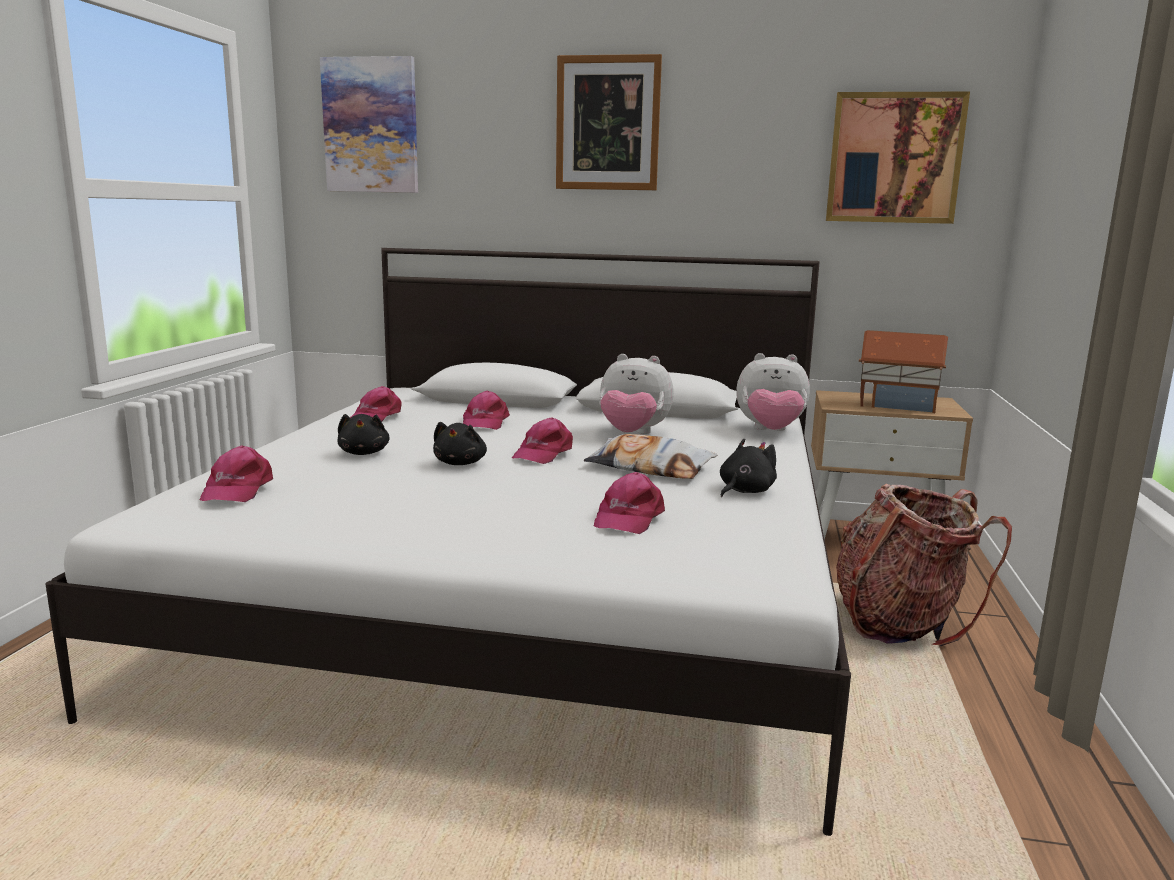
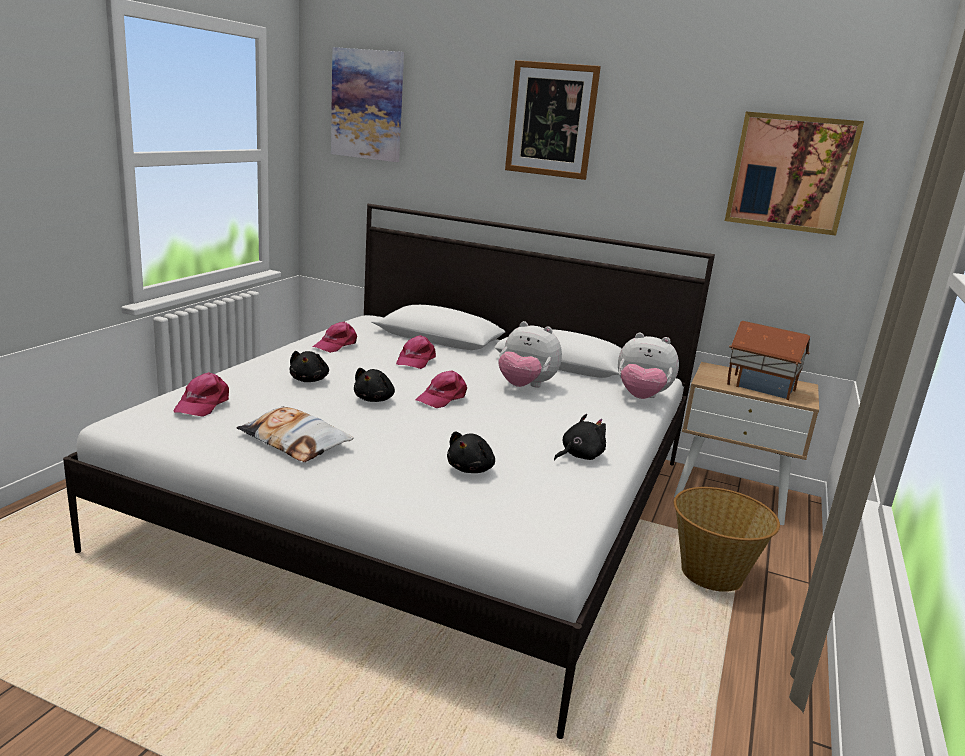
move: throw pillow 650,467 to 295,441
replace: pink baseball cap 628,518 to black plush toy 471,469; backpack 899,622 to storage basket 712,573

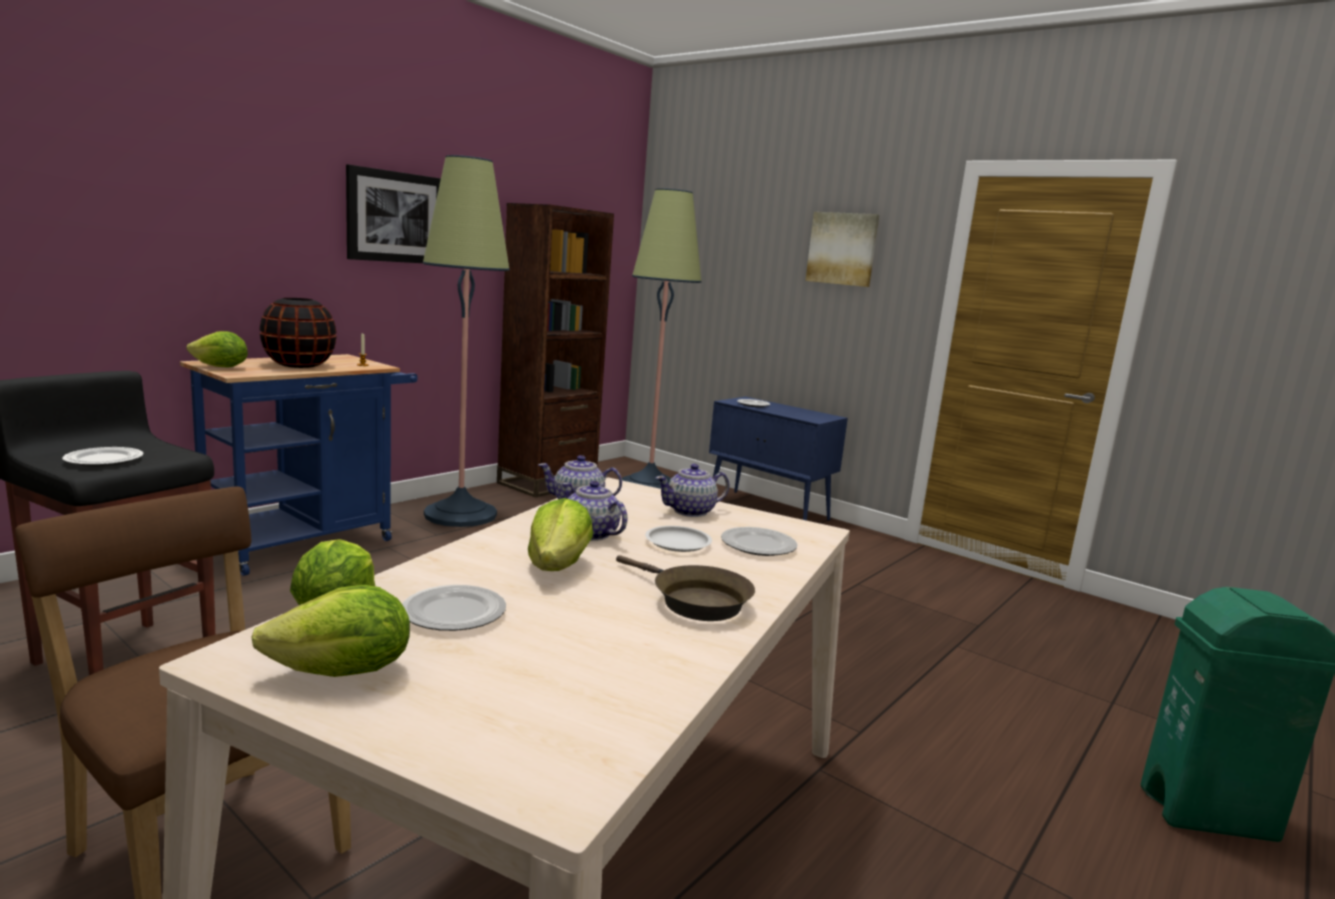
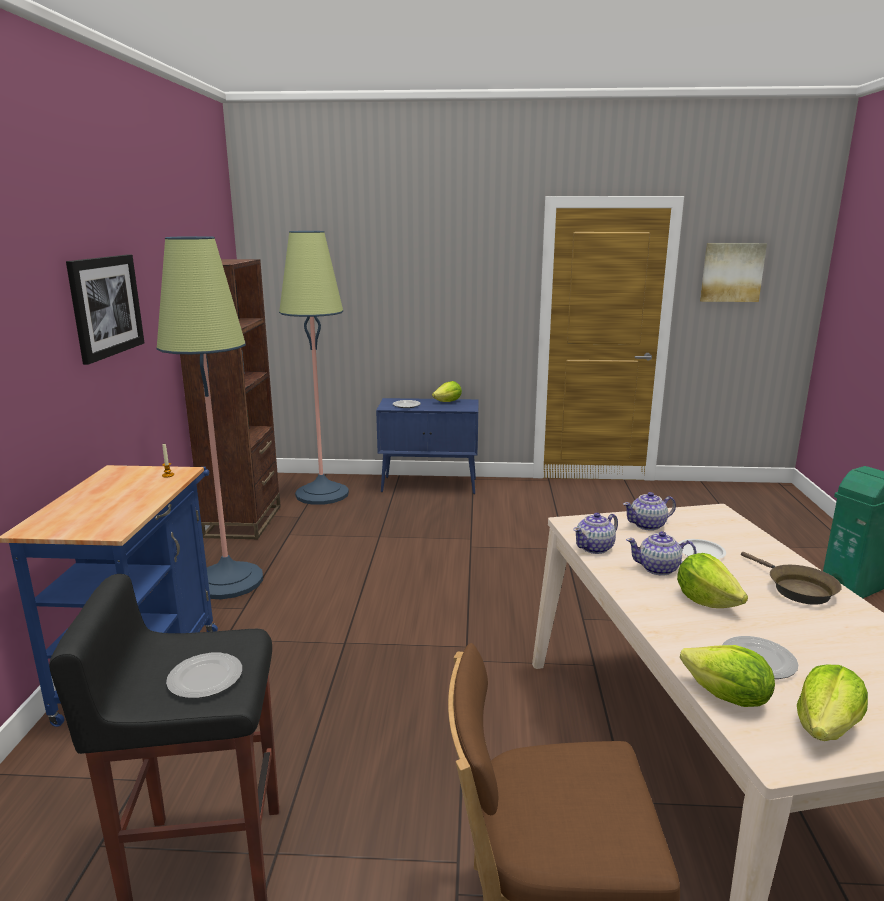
delete: black flower vase 299,365; flat dish 757,545
move: wall art 842,249 to 732,272; lettuce 220,367 to 448,402
rotate: pot for tea 691,511 = 648,525 45 degrees clockwise; brown-coloured frying pan 694,601 = 796,589 60 degrees clockwise

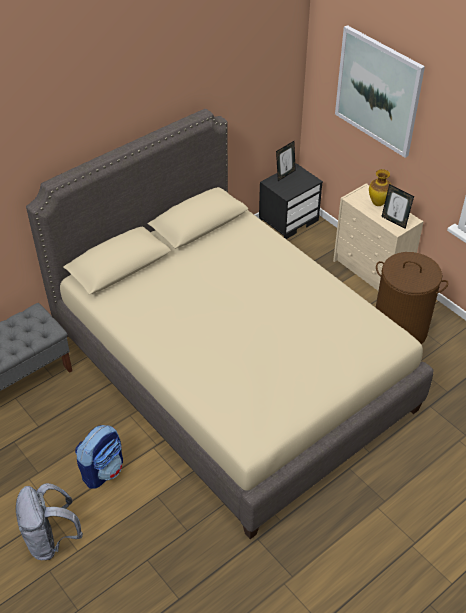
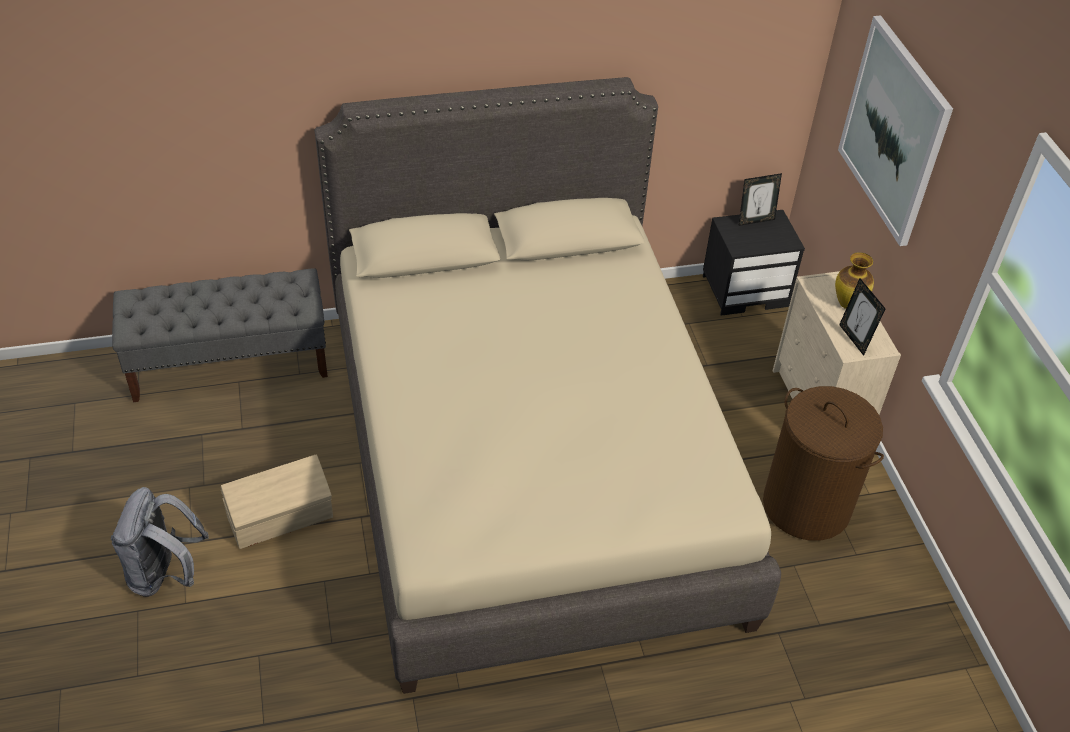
replace: backpack 103,470 to sand-coloured storage box 281,517

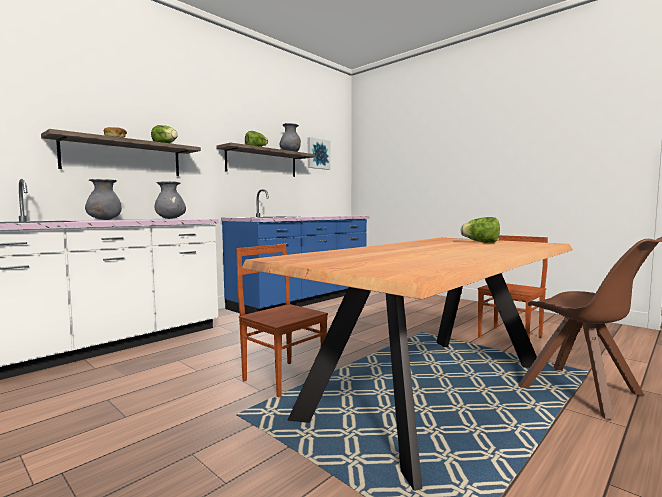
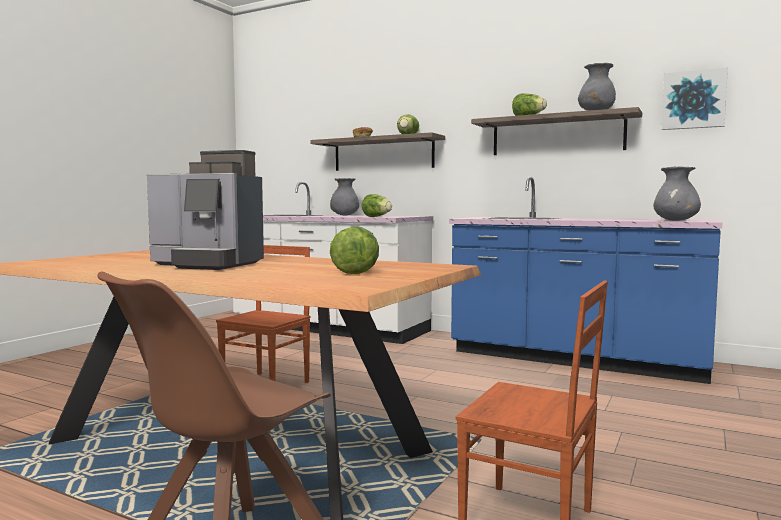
insert: coffee brewer 208,264; lettuce 377,217
move: greyish flower vase 171,218 to 676,220

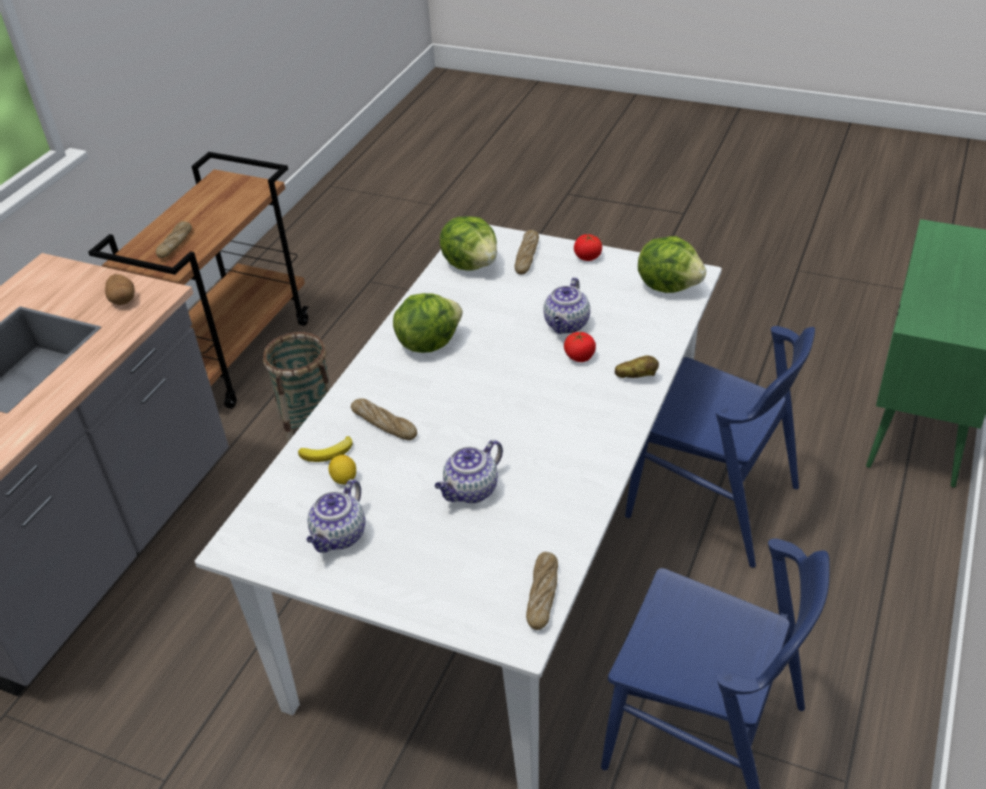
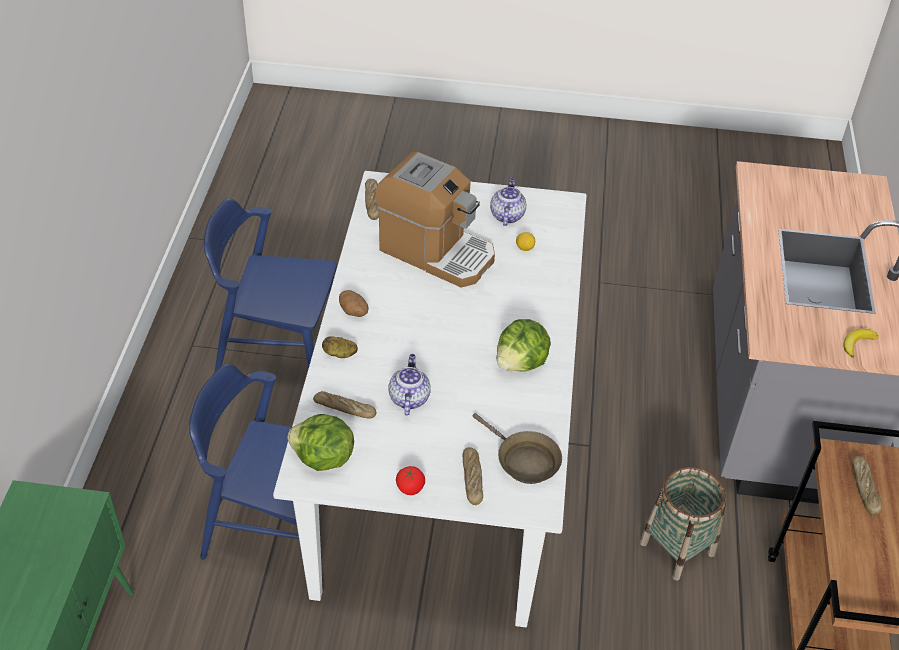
delete: fresh tomato 579,356
move: whole potato 122,299 to 354,312; bakery bread 384,424 to 344,409; whole banana 328,453 to 857,343
replace: lettuce 471,264 to brown-coloured frying pan 523,460; pot for tea 471,491 to coffee brewer 436,252

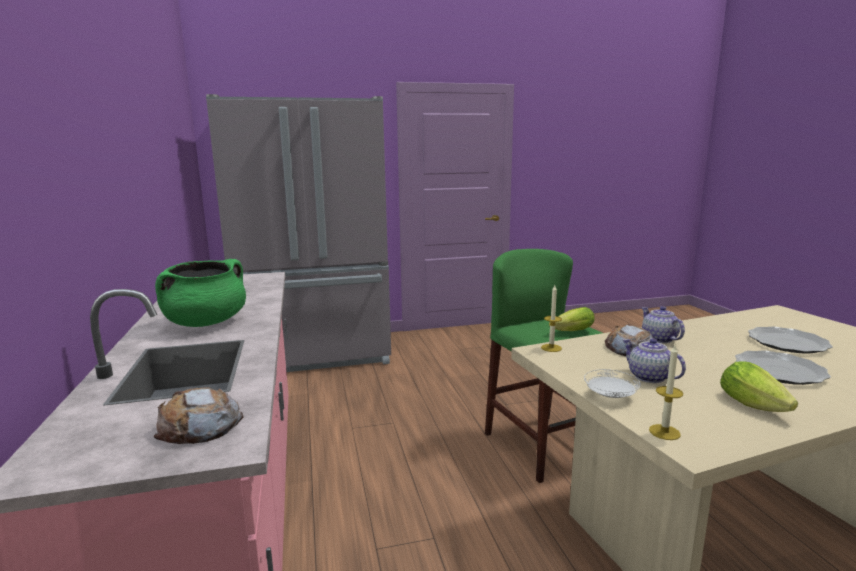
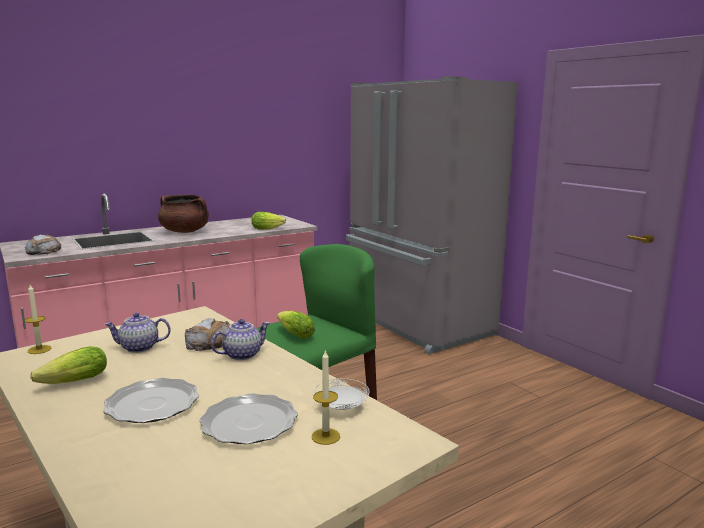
insert: lettuce 269,229
move: wax light 551,348 to 325,436; whitish flat dish 610,396 to 341,408
recolor: green stockpot 206,322 to brown-coloured stockpot 185,231
rotate: pot for tea 648,377 = 139,347 135 degrees counterclockwise

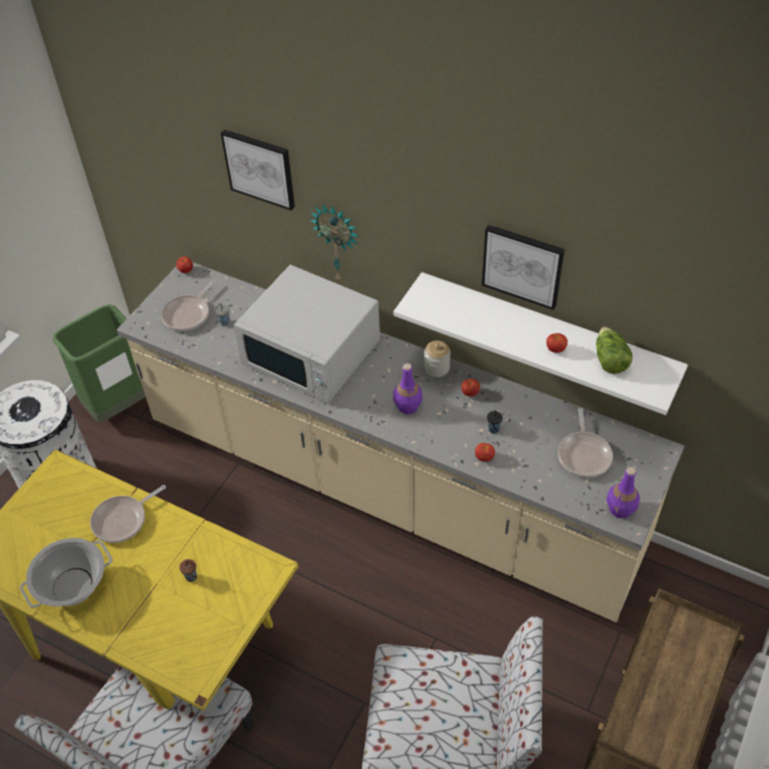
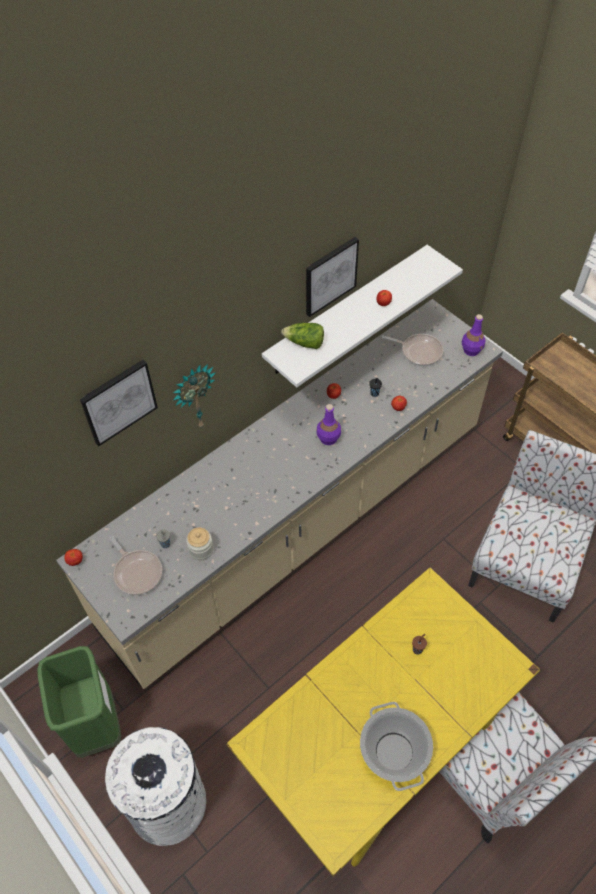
delete: whitish kitchen microwave 312,354; frying pan 123,520
move: lettuce 609,360 to 304,343; storage jar 436,368 to 201,550

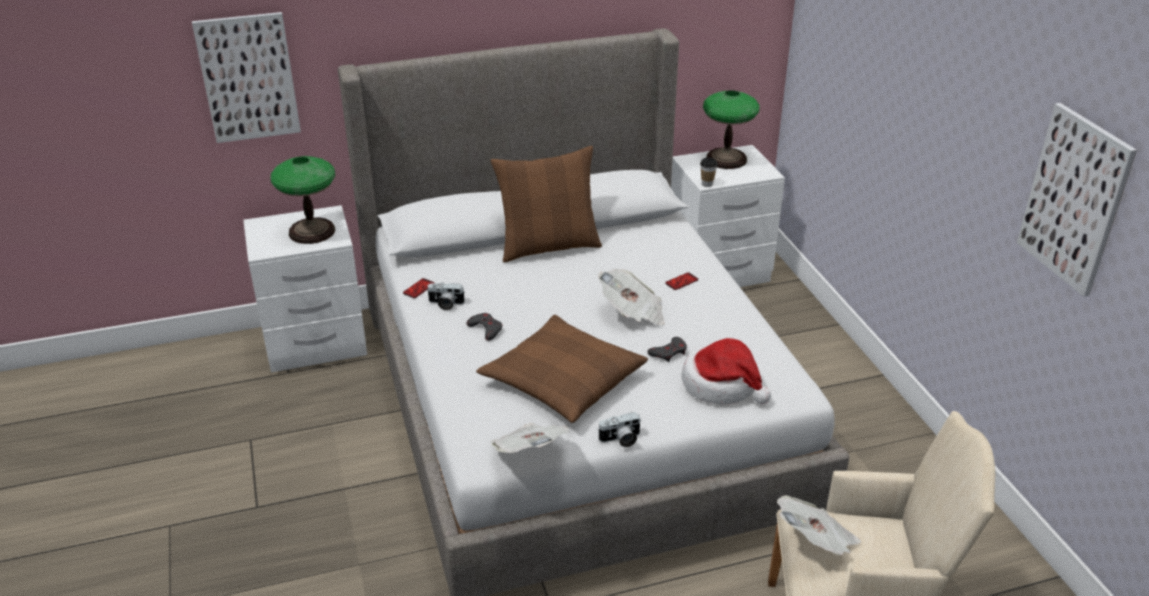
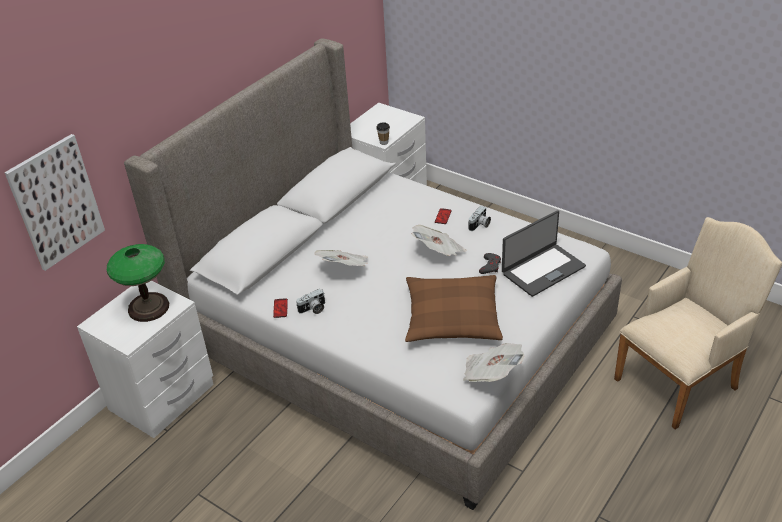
delete: lamp for a table 726,159; wall art 1074,199; brown-coloured throw pillow 548,247; greyish gamepad 486,329
move: still camera 621,439 to 480,225; printed paper 816,542 to 345,268
replace: hat 721,384 to laptop 542,269

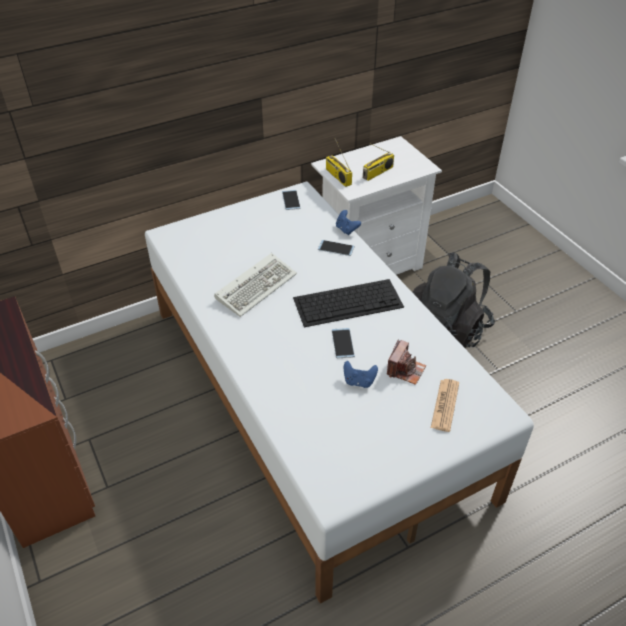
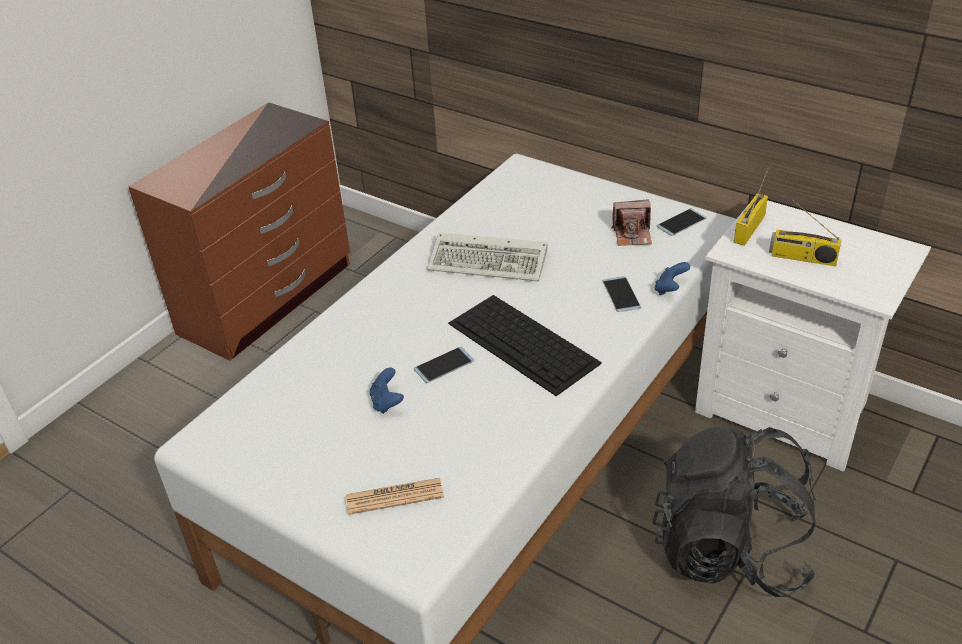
move: still camera 405,370 to 632,235

